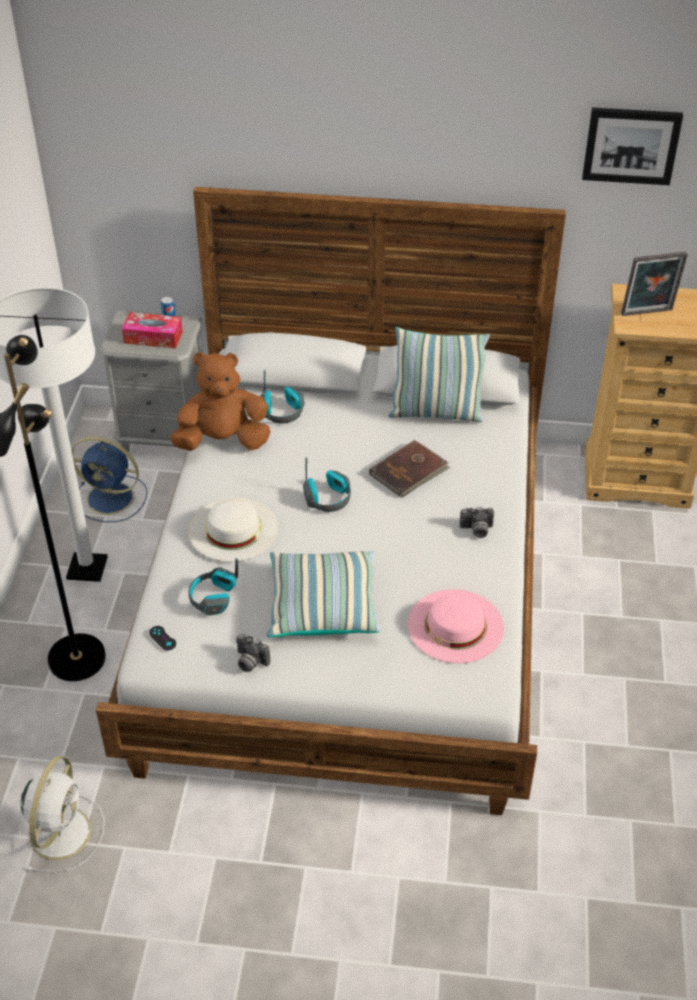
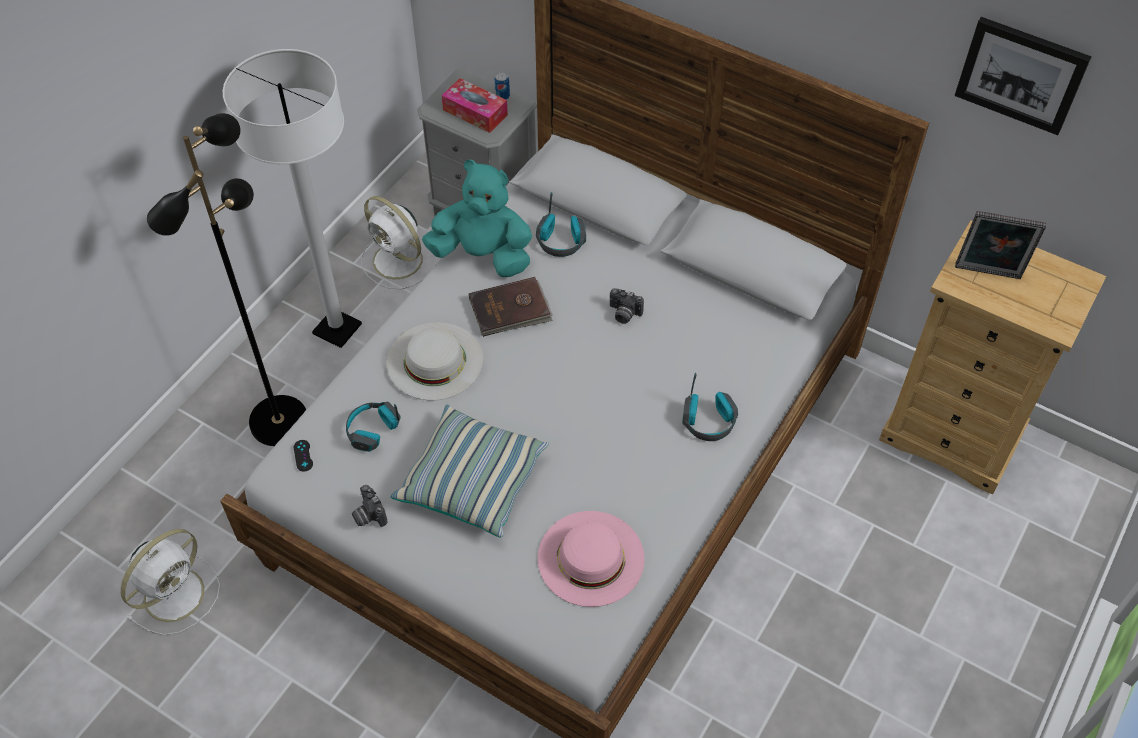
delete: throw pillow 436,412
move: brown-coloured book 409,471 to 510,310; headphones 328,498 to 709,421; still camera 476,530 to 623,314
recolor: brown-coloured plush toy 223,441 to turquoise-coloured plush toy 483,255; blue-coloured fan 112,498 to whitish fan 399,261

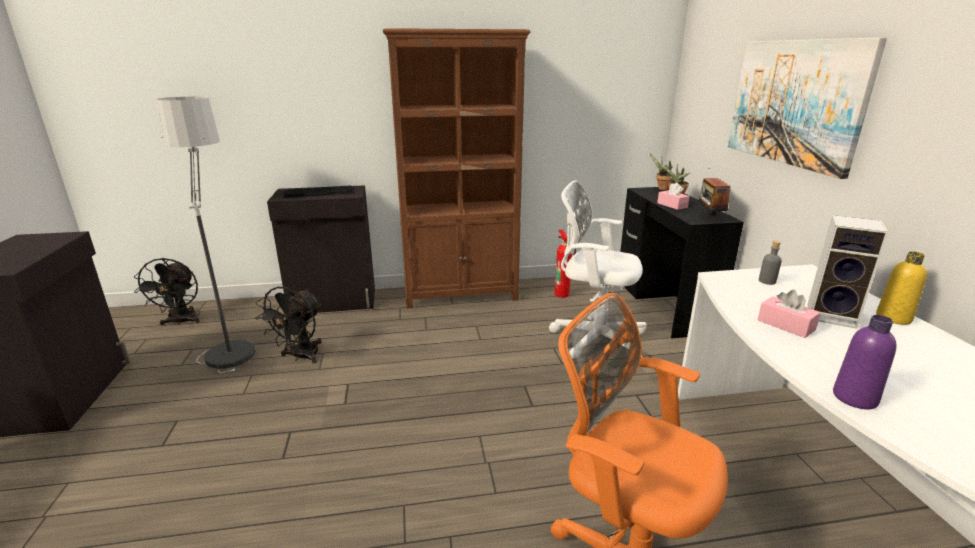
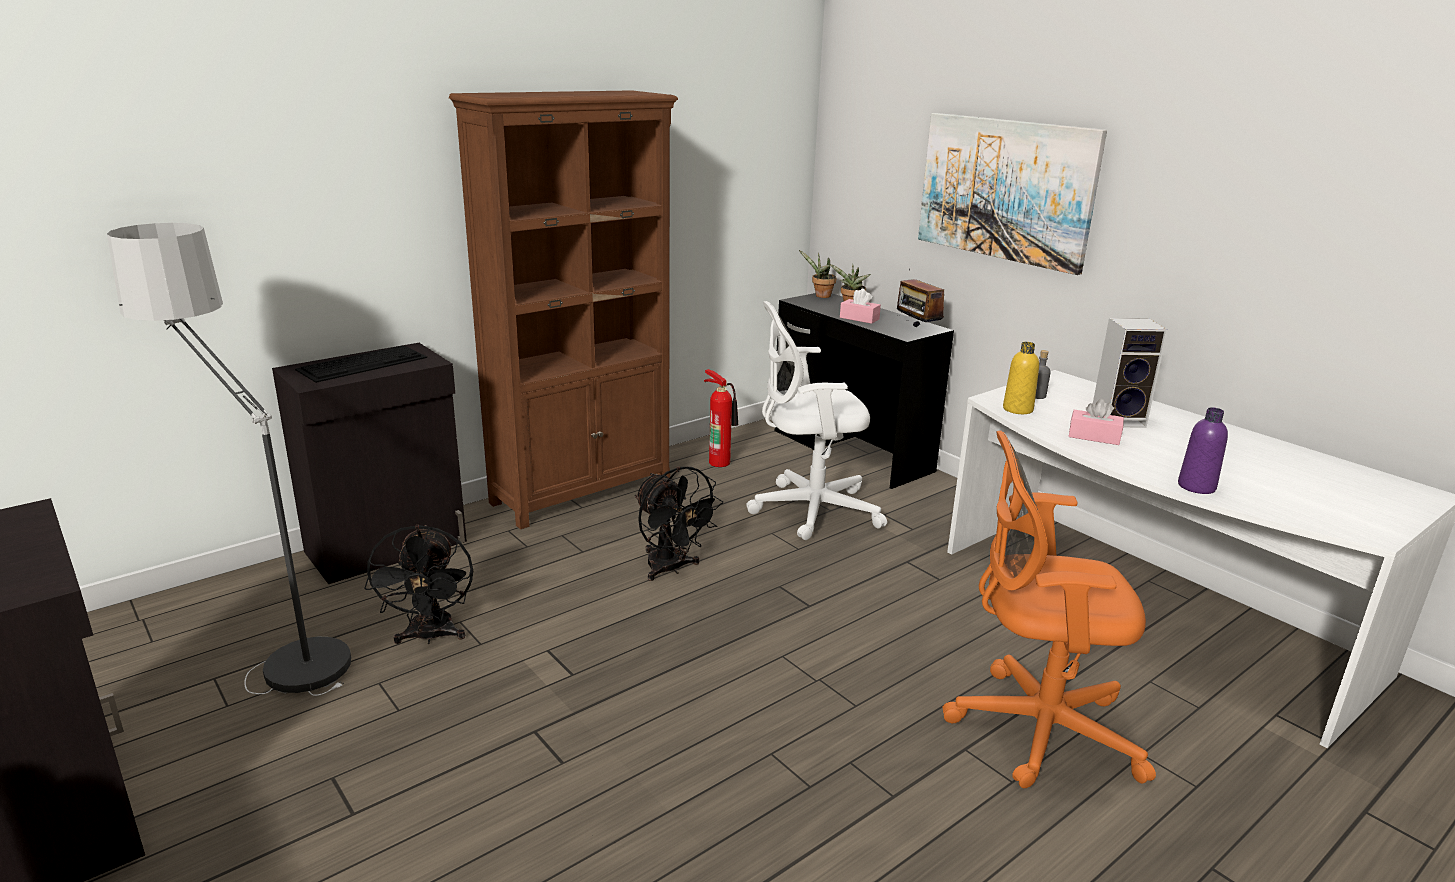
move: yellow-coloured beverage bottle 893,318 to 1017,409; black fan 181,322 to 671,569

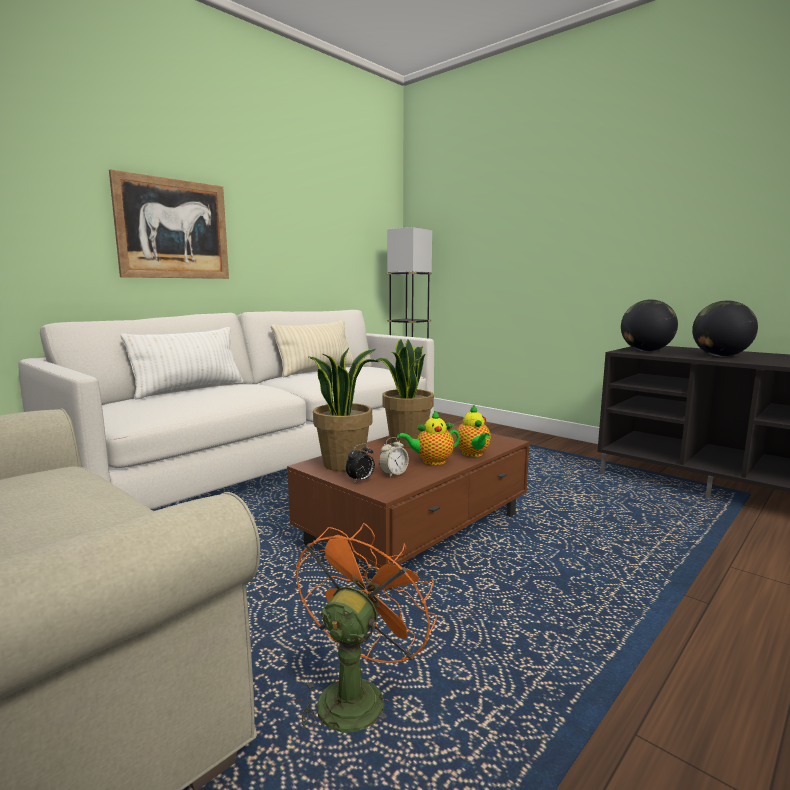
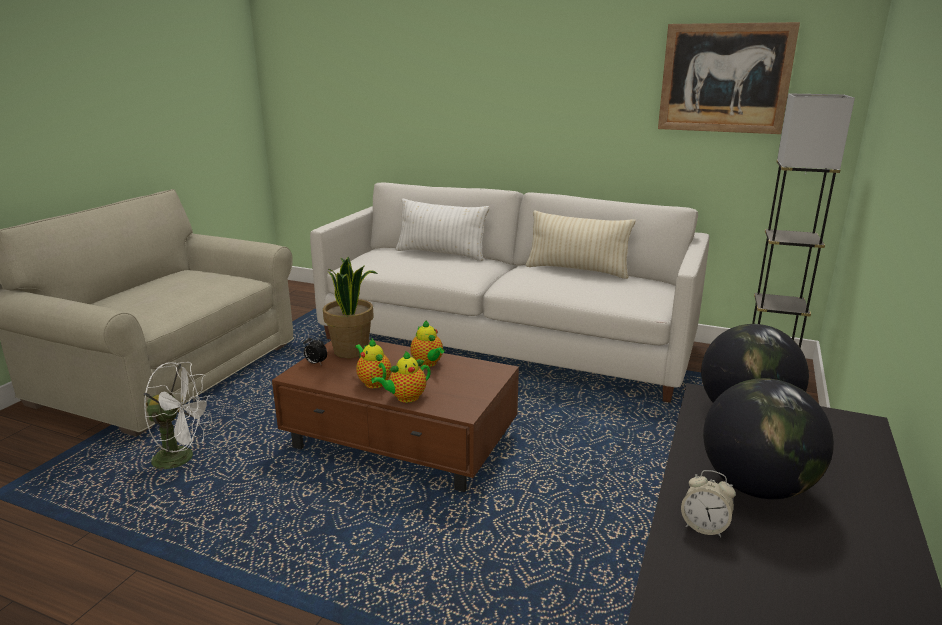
move: wall art 173,229 to 724,78; bedside clock 393,474 to 704,527
replace: plant in a pot 406,442 to pot for tea 428,363
recolor: orange-coloured fan 356,694 to whitish fan 182,458

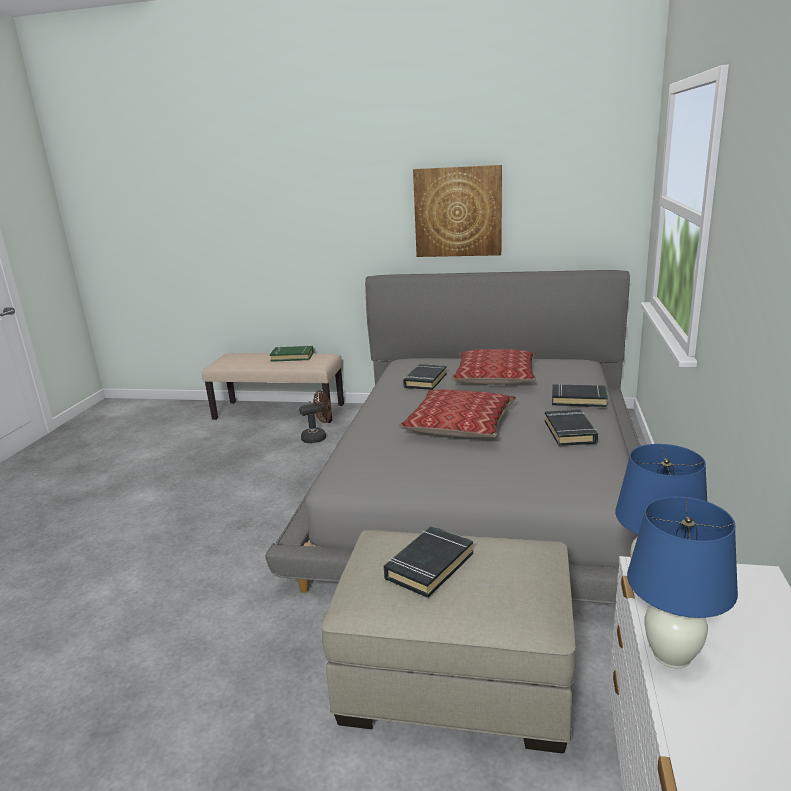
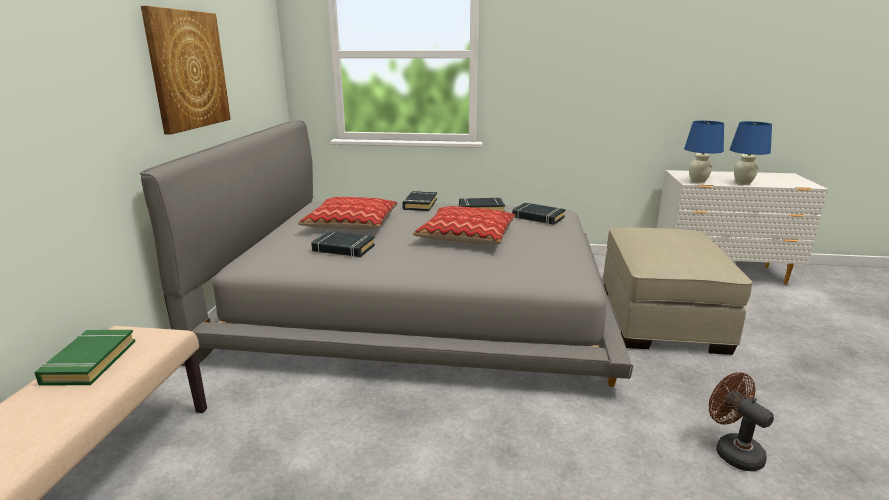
move: brown-coloured fan 318,437 to 732,451; black book 429,566 to 538,217

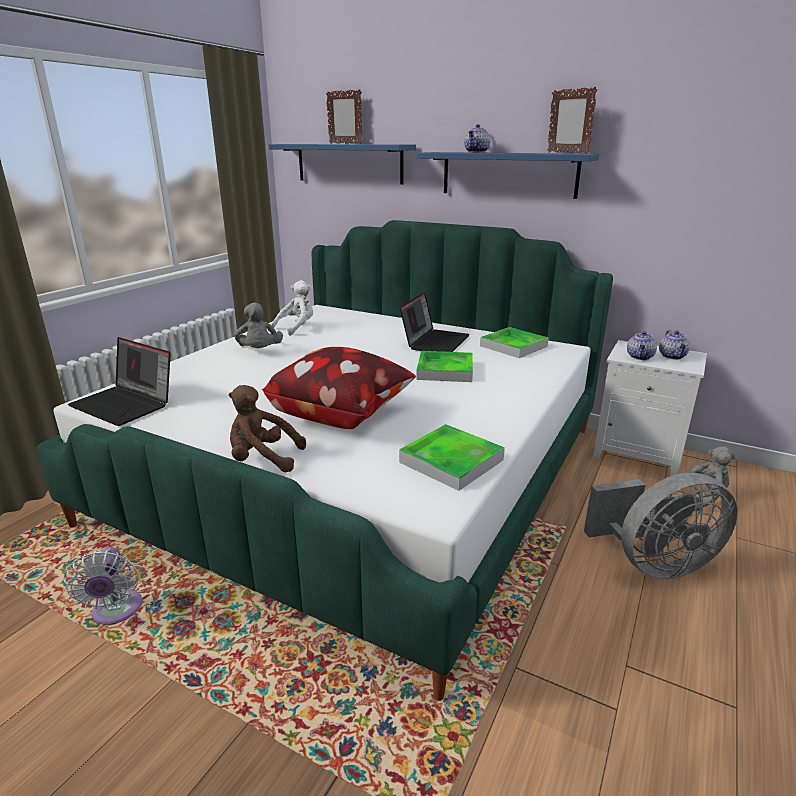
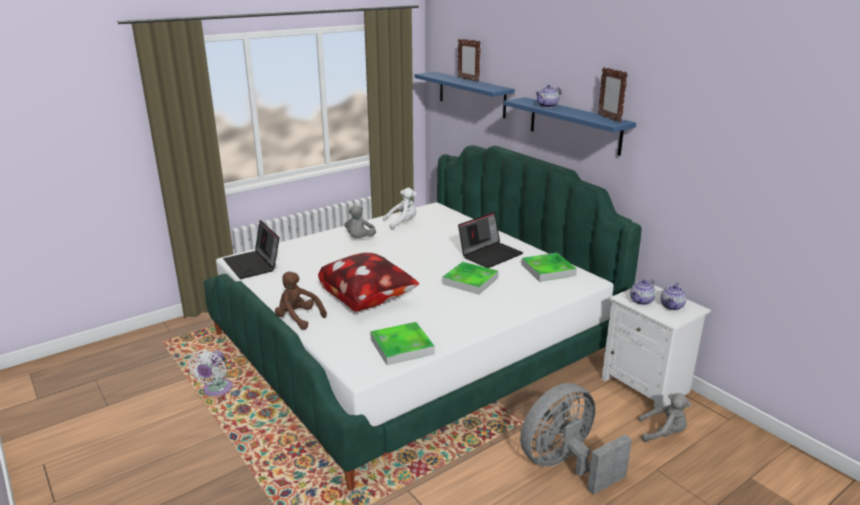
rotate: greyish fan 654,563 = 565,465 135 degrees clockwise

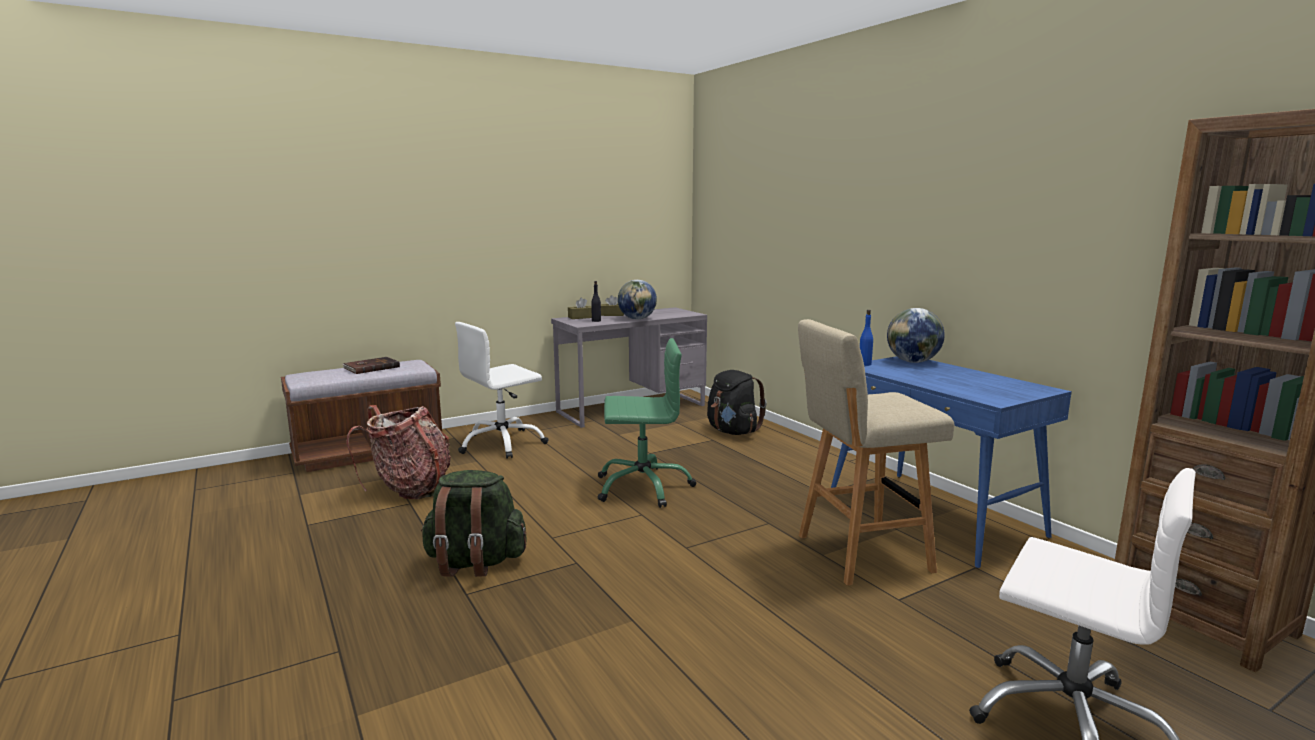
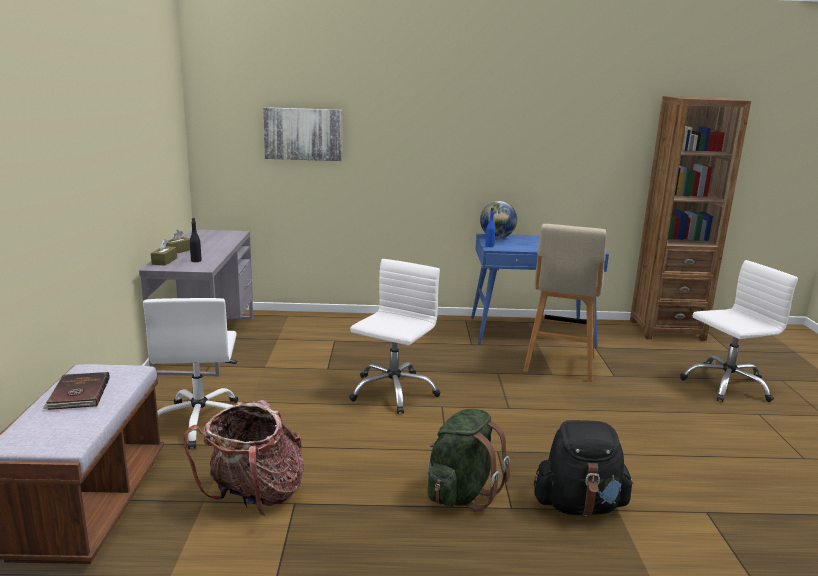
delete: world globe 637,319
insert: wall art 303,134
move: black backpack 732,432 to 579,505
recolor: green office chair 643,487 to whitish office chair 393,391

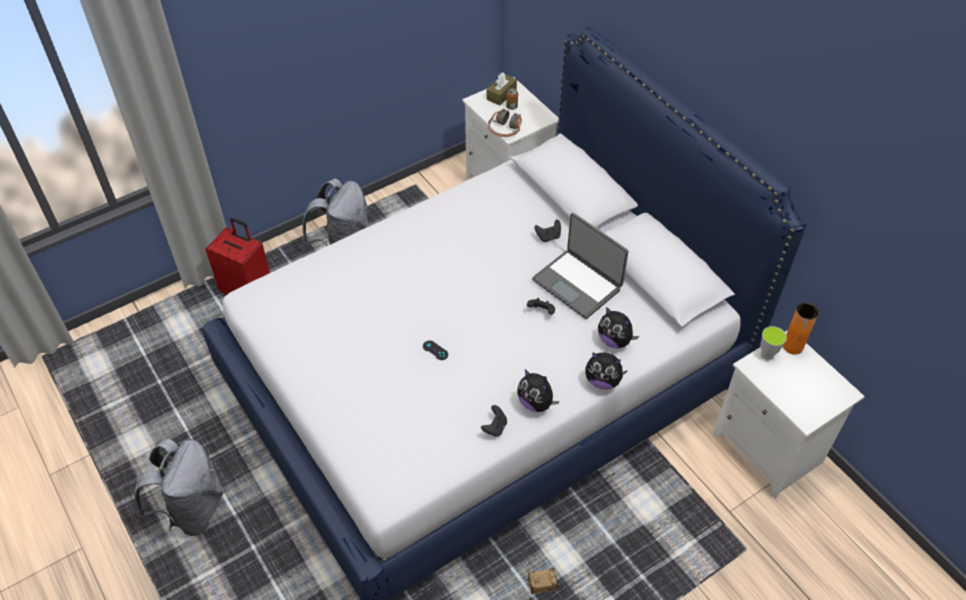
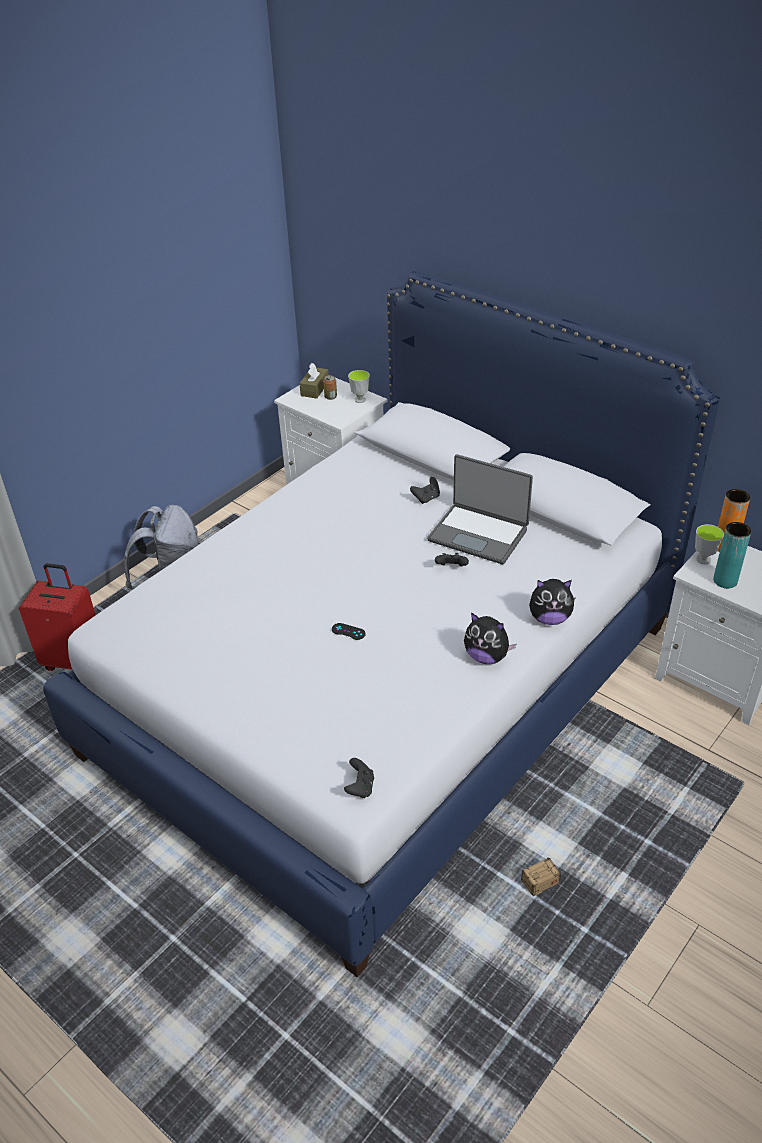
delete: headphones 504,130; plush toy 615,340; greyish backpack 192,510
insert: small cup 360,400; turquoise-coloured flower vase 725,581
move: black gamepad 495,427 to 360,787

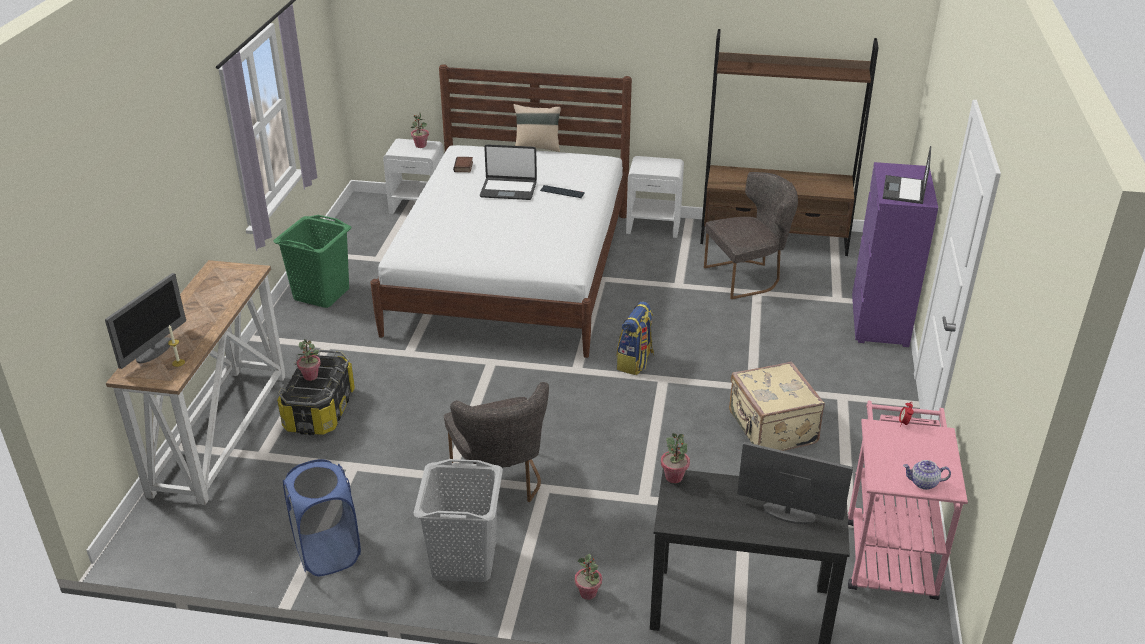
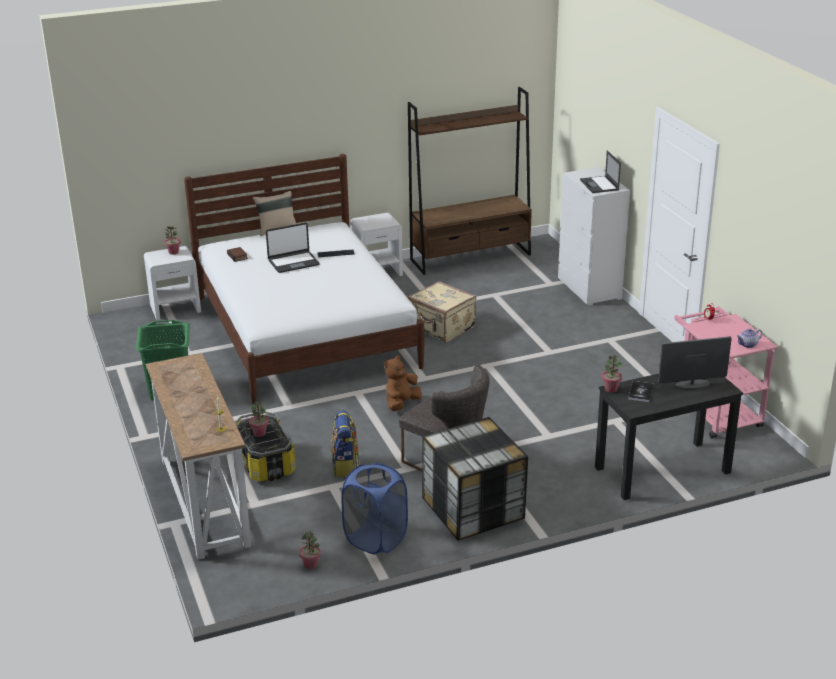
delete: greyish chair 747,277; monitor 154,350
insert: brown-coloured plush toy 401,404; book 640,392
move: backpack 635,362 to 346,466; sand-coloured piece of luggage 771,429 to 441,328; plant in a pot 588,593 to 311,565
replace: greyish hamper 463,561 to storage box 472,509
recolor: purplish chest of drawers 879,321 to whitish chest of drawers 589,289

